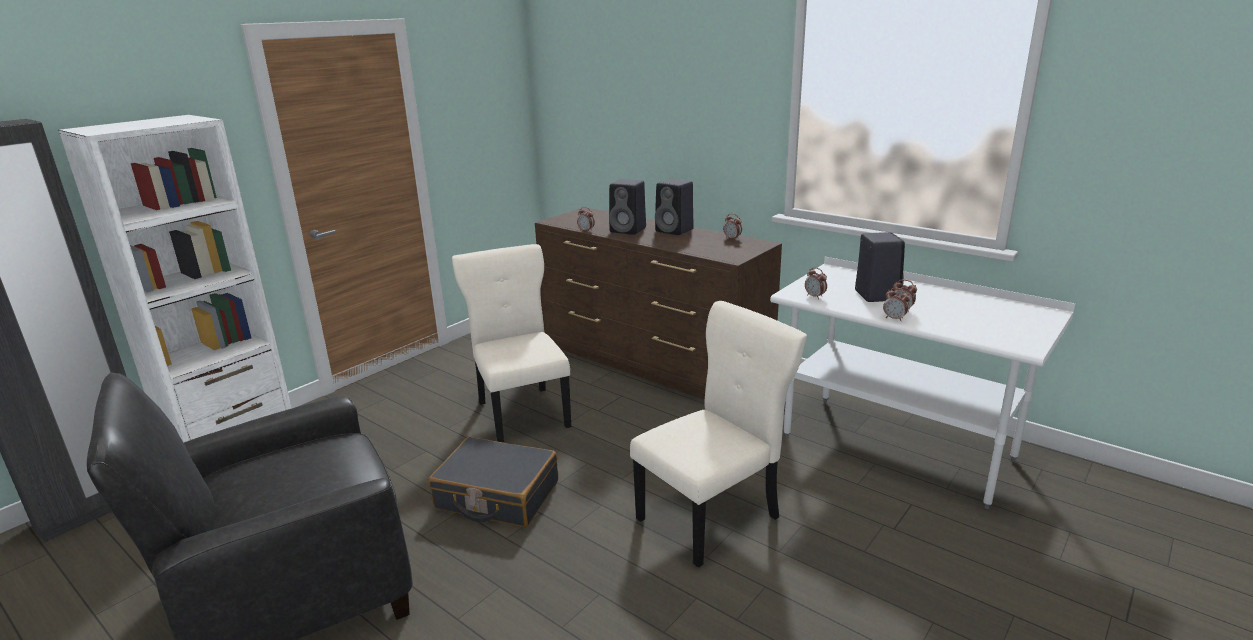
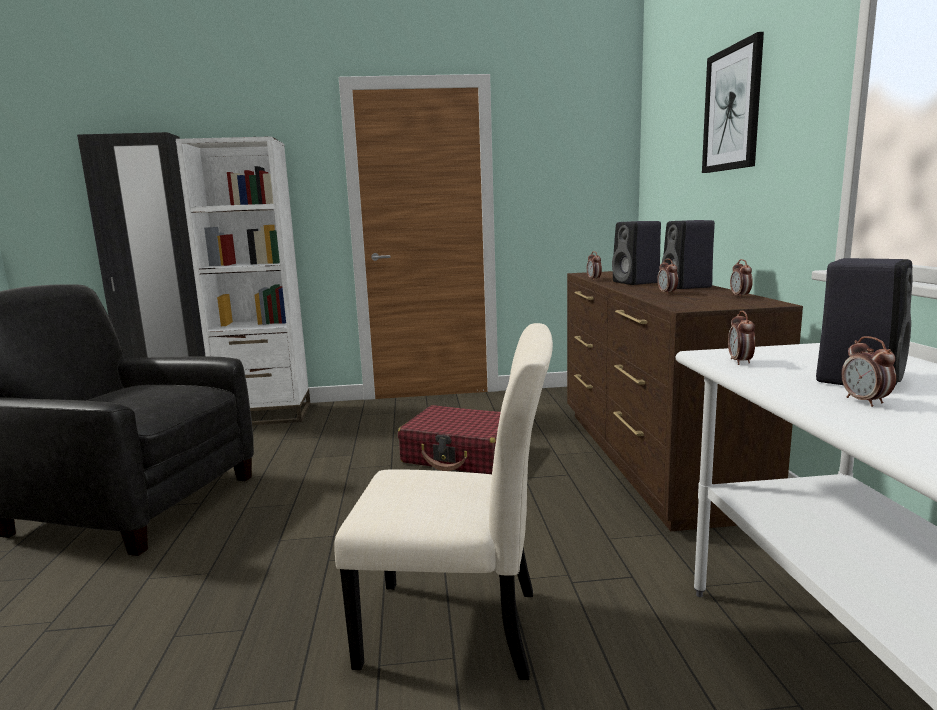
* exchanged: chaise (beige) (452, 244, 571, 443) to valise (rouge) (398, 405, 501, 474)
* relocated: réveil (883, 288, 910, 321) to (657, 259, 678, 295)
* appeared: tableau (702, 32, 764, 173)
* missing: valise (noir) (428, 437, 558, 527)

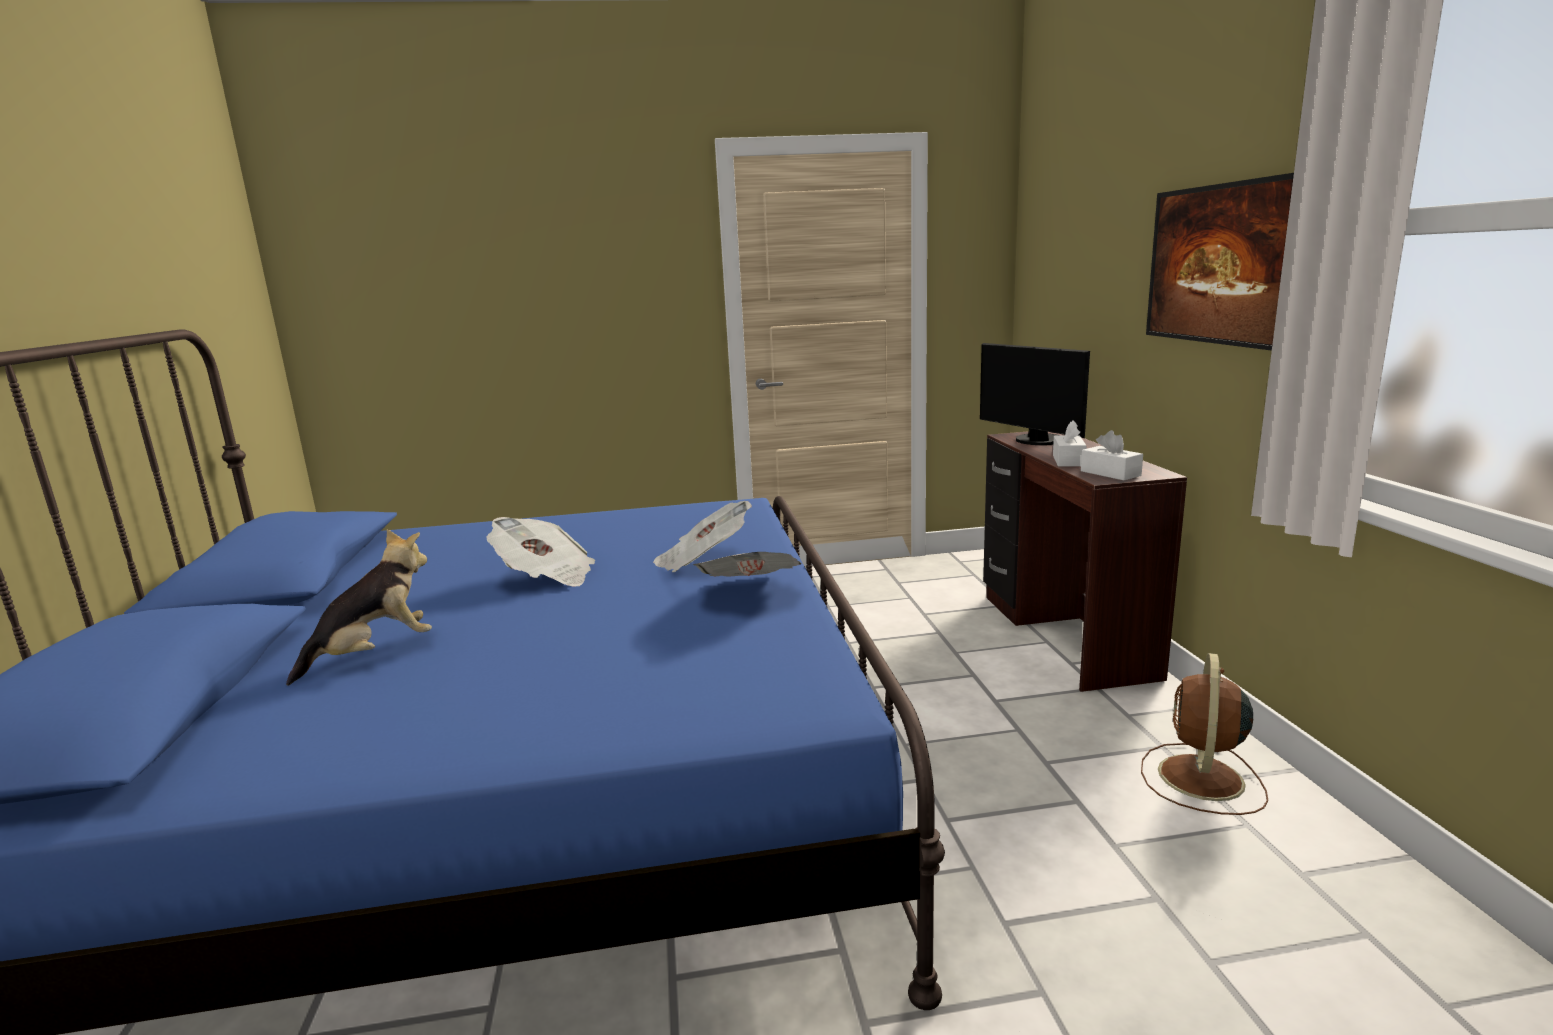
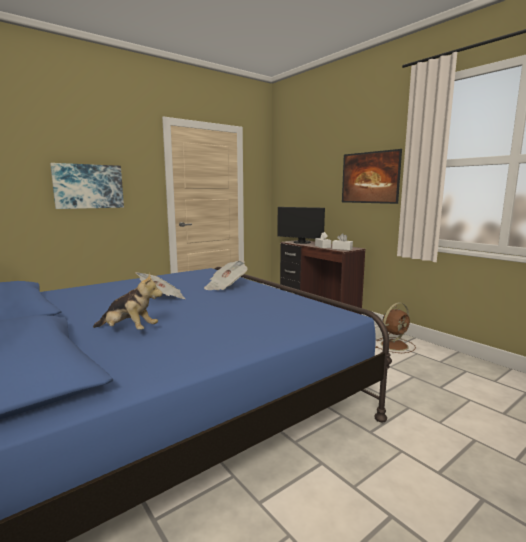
* appeared: tableau (50, 163, 124, 209)
* spun: peluche (286, 529, 432, 686) = (93, 273, 163, 330) 90 degrees clockwise
* spun: ventilateur (marron) (1141, 653, 1268, 815) = (376, 302, 416, 353) 120 degrees counterclockwise
* missing: journal (693, 552, 802, 577)

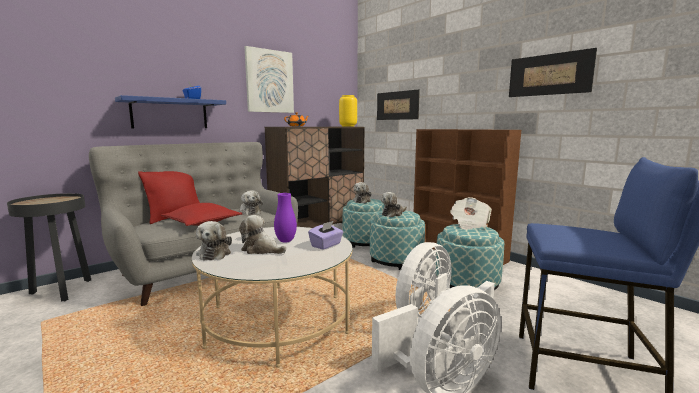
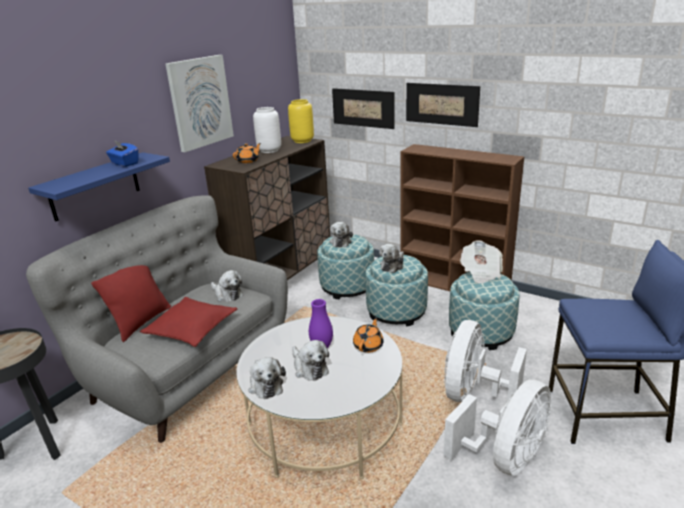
* appeared: vase (blanc) (253, 107, 281, 153)
* spun: peluche (239, 215, 286, 254) = (292, 340, 329, 381) 135 degrees counterclockwise
* exchanged: boîte à mouchoirs (violet) (308, 221, 343, 250) to théière (orange) (353, 317, 384, 353)
* relocated: tableau (509, 48, 597, 97) to (406, 83, 480, 127)

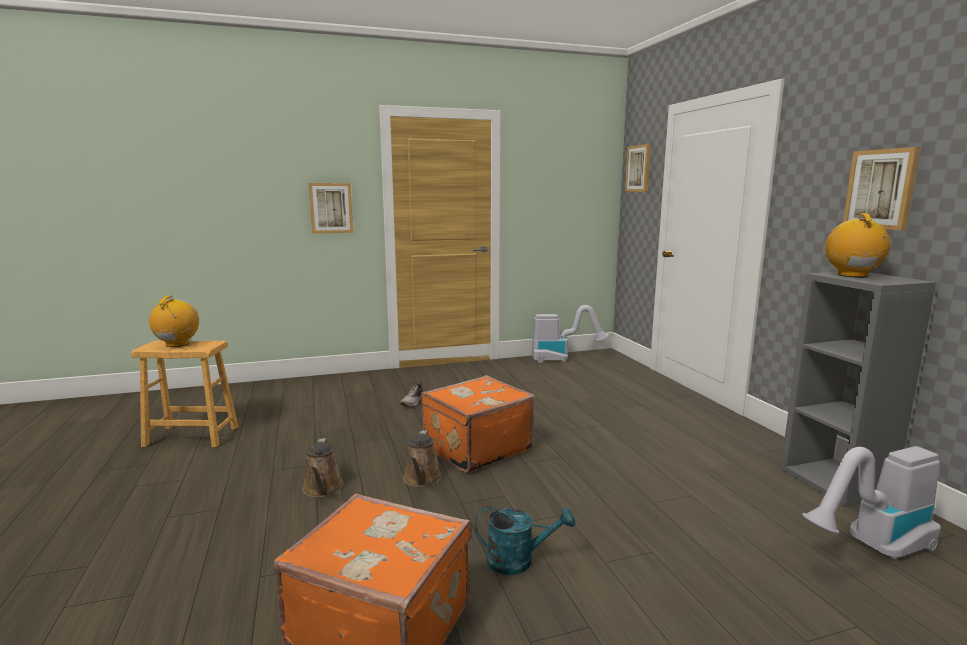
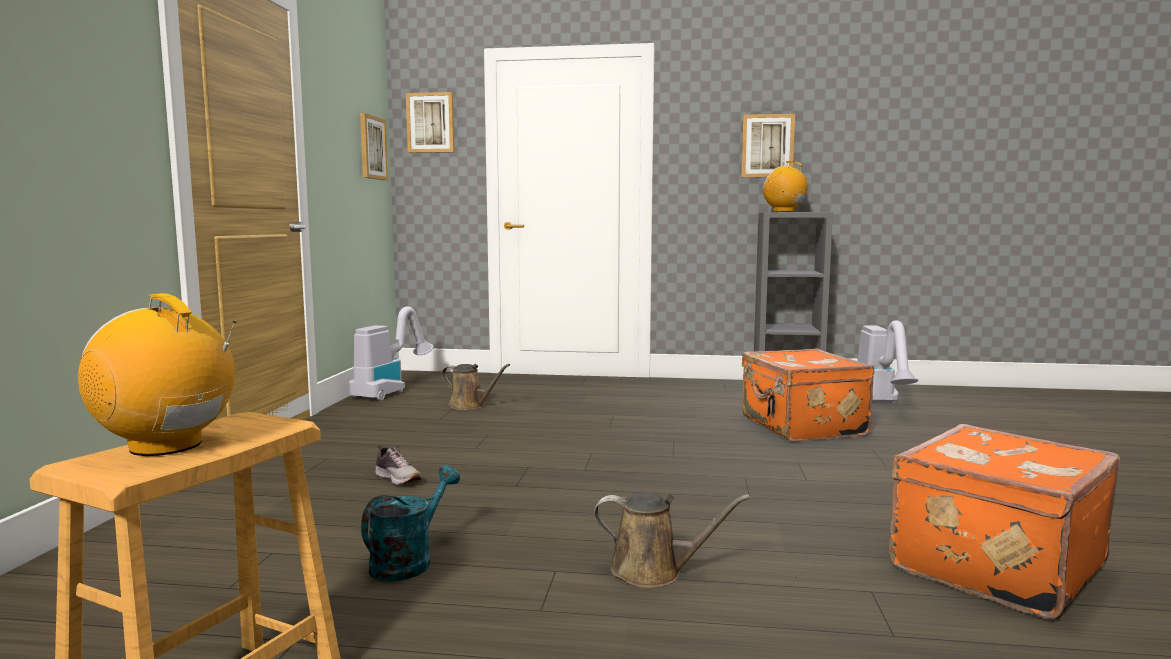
* relocated: tableau (309, 183, 353, 234) to (360, 113, 388, 180)
* relocated: arrosoir (turquoise) (475, 506, 575, 575) to (361, 465, 460, 582)
* relocated: arrosoir (marron) (403, 430, 442, 487) to (442, 364, 510, 410)
* relocated: valise (orange) (421, 375, 535, 473) to (742, 349, 875, 442)

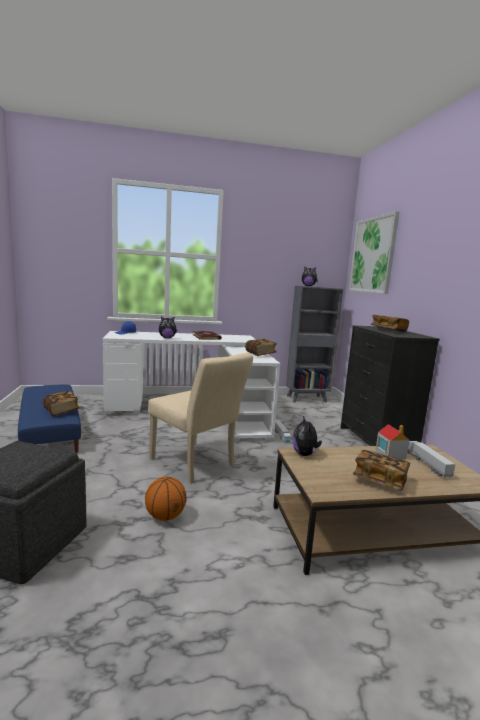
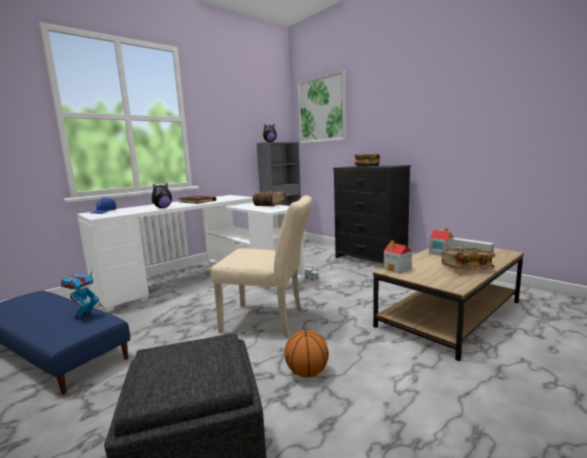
* exchanged: livre (43, 391, 79, 416) to robot jouet (61, 267, 99, 320)
* exchanged: peluche (292, 416, 322, 456) to maison miniature (384, 240, 412, 274)

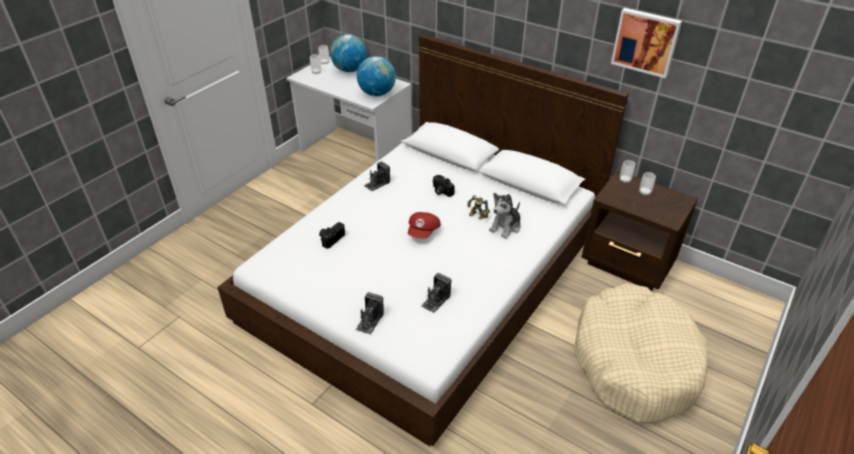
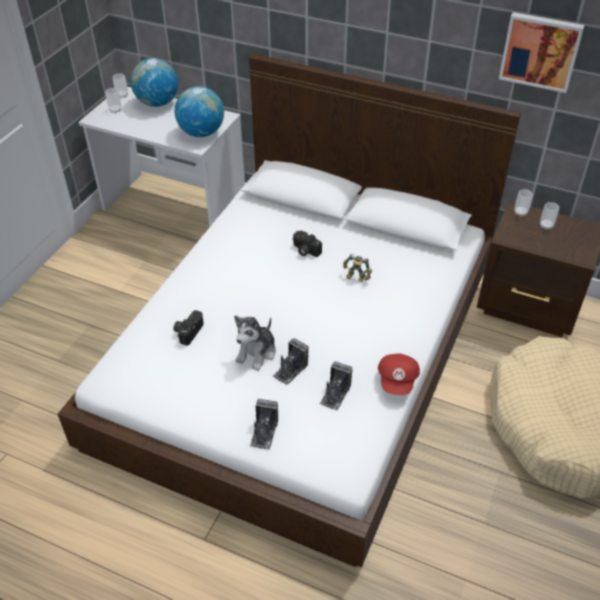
* relocated: peluche (489, 193, 521, 239) to (234, 315, 276, 371)
* relocated: appareil photo (364, 161, 390, 191) to (272, 338, 309, 385)
* relocated: casquette (rouge) (408, 212, 441, 238) to (378, 354, 420, 395)

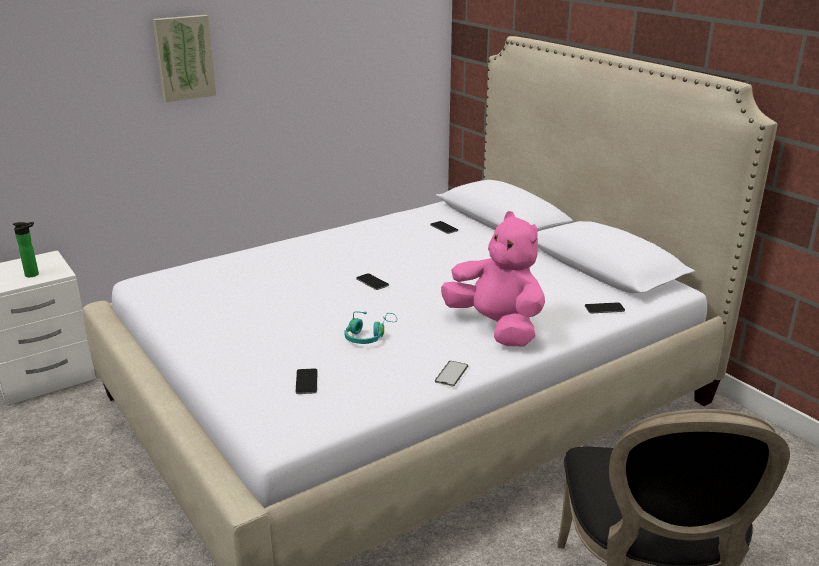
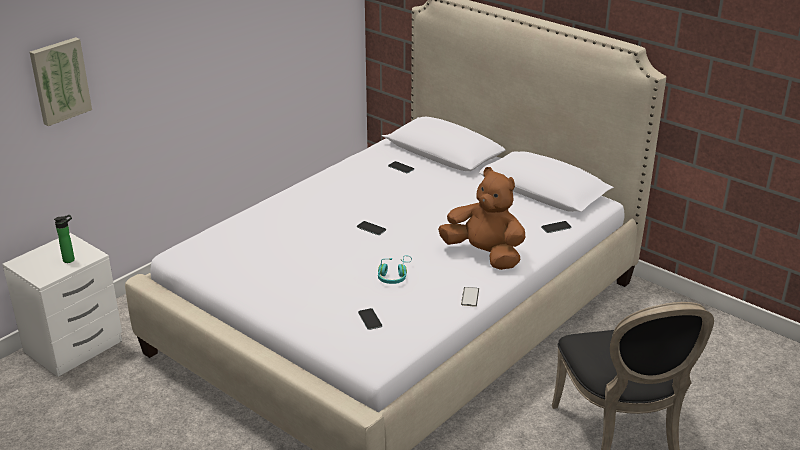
* relocated: tableau (153, 15, 216, 102) to (30, 37, 92, 126)
* colour: peluche (rose) (441, 211, 545, 346) to peluche (marron) (438, 167, 525, 270)

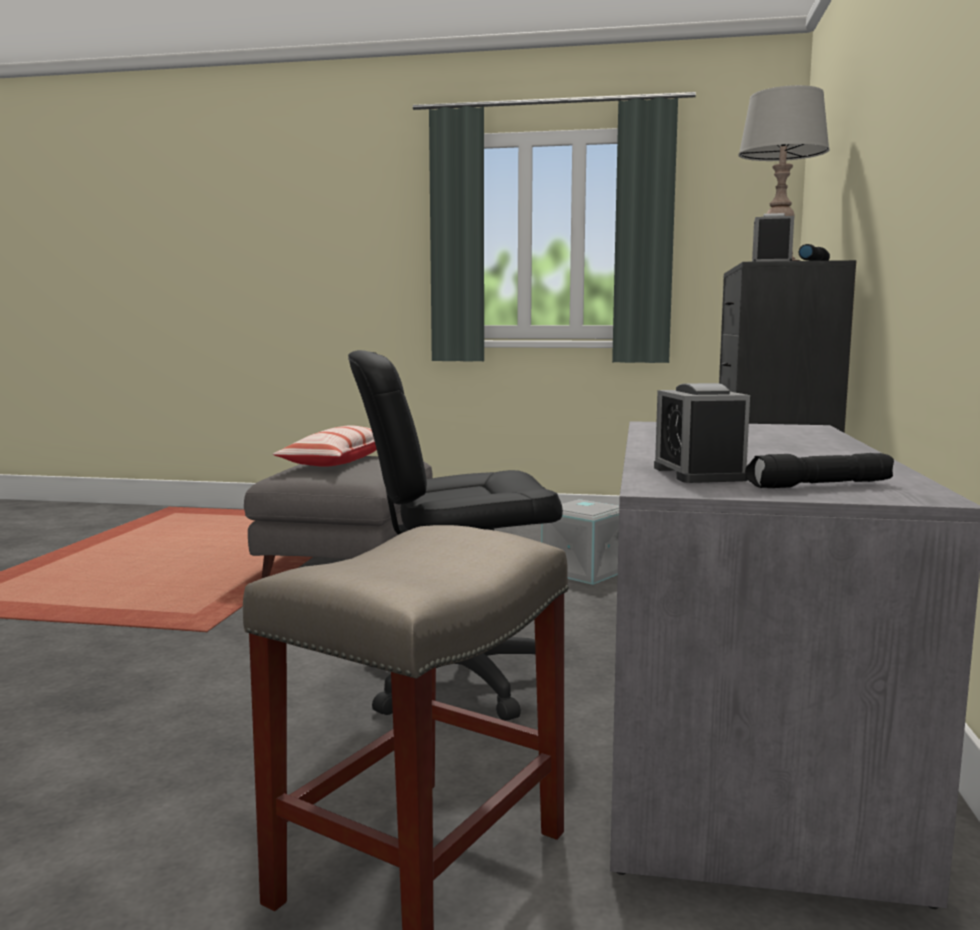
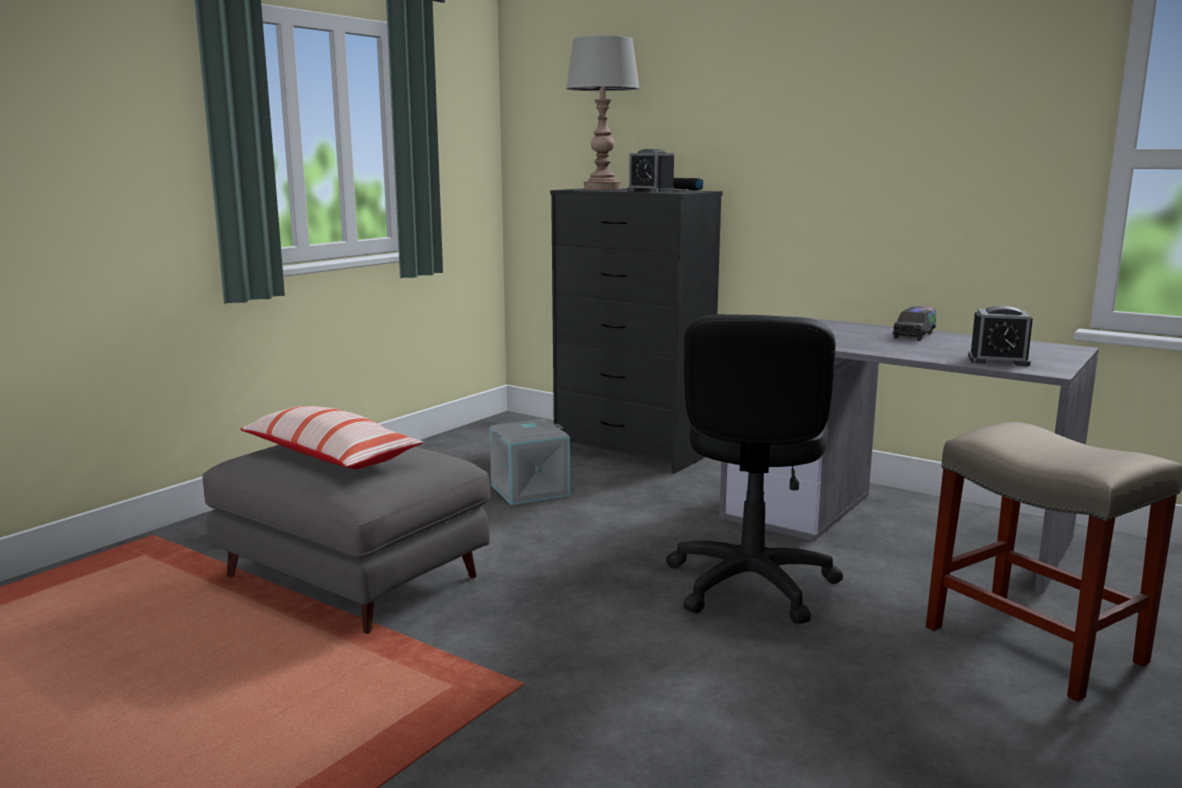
* appeared: camion jouet (892, 306, 936, 341)
* missing: lampe de poche (noir) (745, 453, 894, 488)

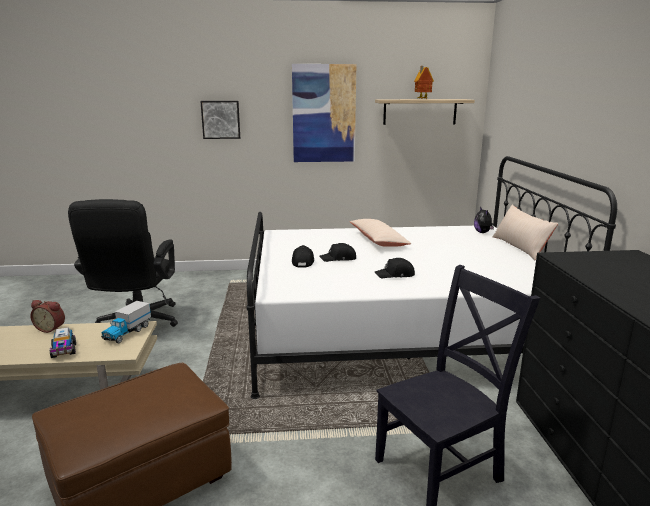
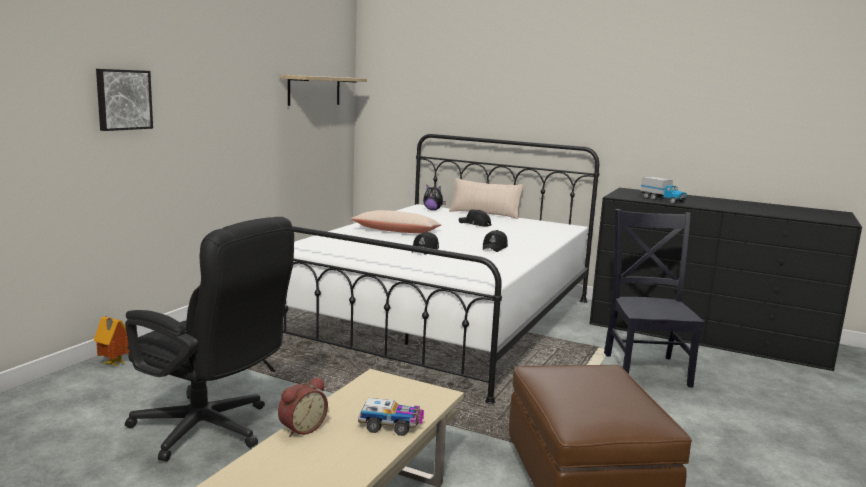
* relocated: maison miniature (414, 66, 434, 99) to (94, 316, 130, 367)
* relocated: casquette (noir) (292, 245, 314, 268) to (459, 209, 491, 226)
* relocated: camion jouet (101, 301, 151, 343) to (640, 176, 687, 204)
* missing: tableau (292, 64, 356, 162)

